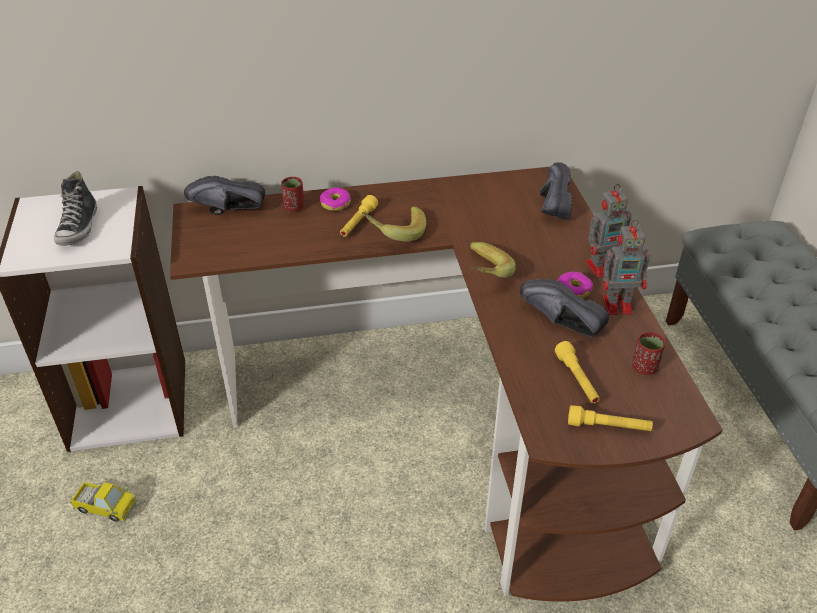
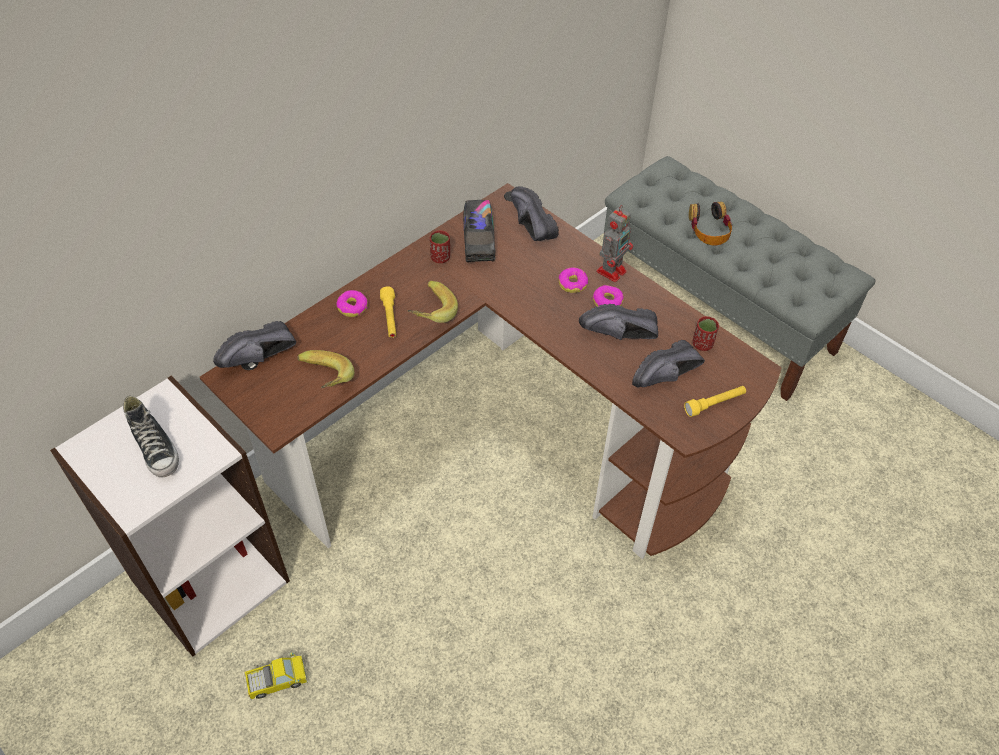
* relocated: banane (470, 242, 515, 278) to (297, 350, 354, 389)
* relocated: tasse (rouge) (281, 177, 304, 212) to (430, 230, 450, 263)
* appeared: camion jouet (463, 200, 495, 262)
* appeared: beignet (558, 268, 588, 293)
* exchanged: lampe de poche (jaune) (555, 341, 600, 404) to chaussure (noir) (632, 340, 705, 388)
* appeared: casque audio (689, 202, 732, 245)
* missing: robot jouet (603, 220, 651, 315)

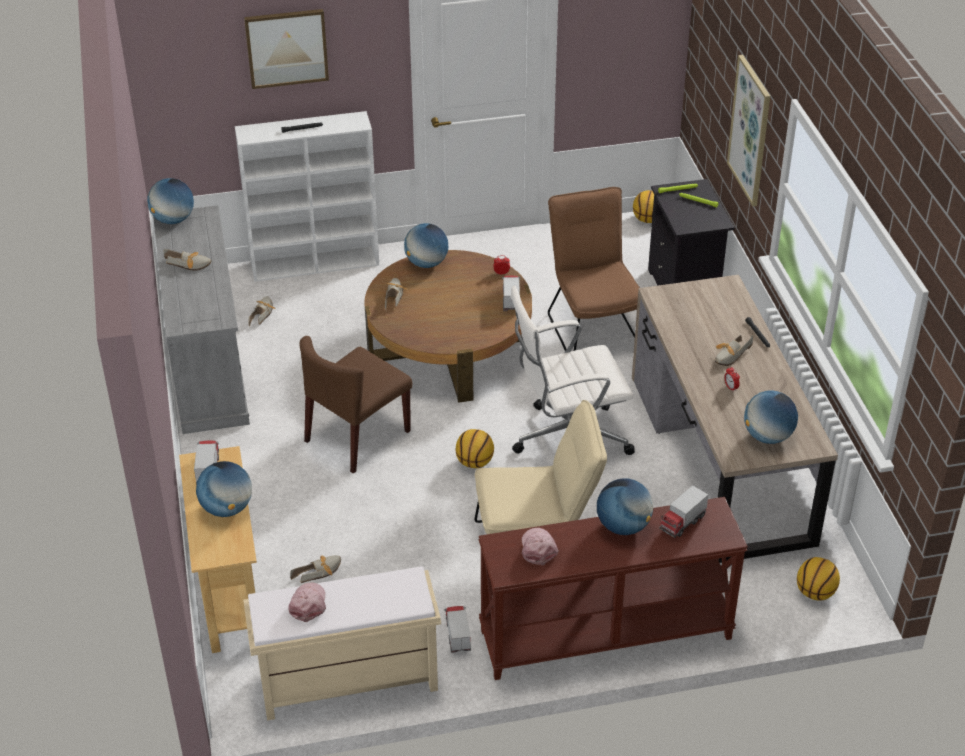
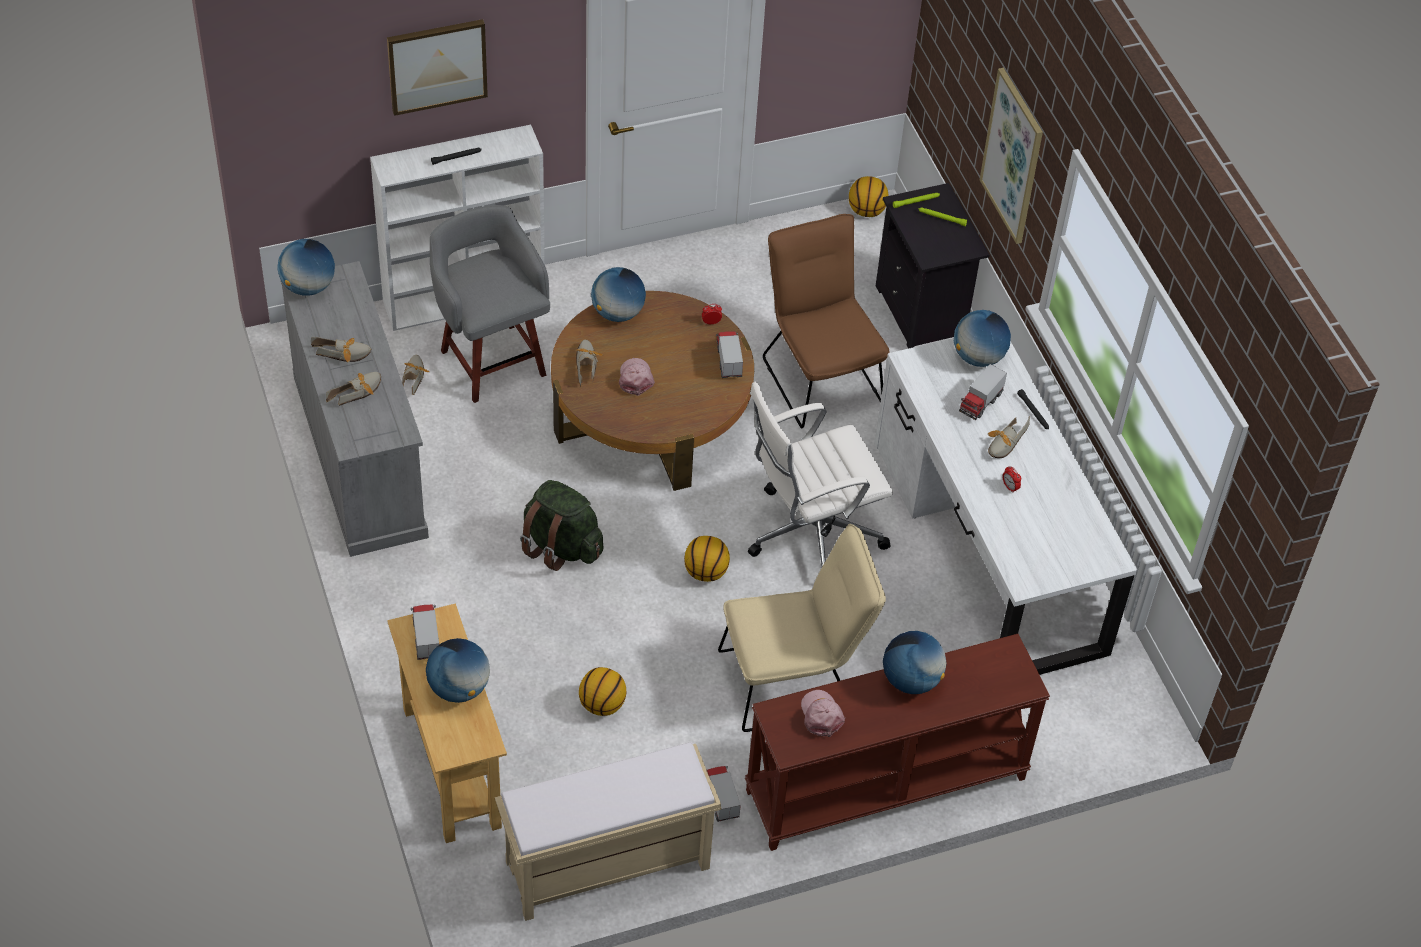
* relocated: chaussure (290, 555, 341, 583) to (326, 372, 381, 406)
* appeared: tabouret (gris) (430, 205, 550, 403)
* exchanged: chaise (marron) (299, 336, 412, 474) to sac à dos (vert) (520, 480, 604, 571)
* relocated: ballon de basket (797, 557, 840, 600) to (579, 667, 627, 716)
* relocated: casquette (rose) (288, 582, 326, 622) to (619, 358, 655, 396)
* colour: bureau (marron) (632, 275, 838, 563) to bureau (blanc) (874, 338, 1137, 675)
* relocated: globe (744, 390, 798, 444) to (954, 310, 1011, 367)
* relocated: camion jouet (659, 485, 709, 538) to (959, 364, 1007, 420)

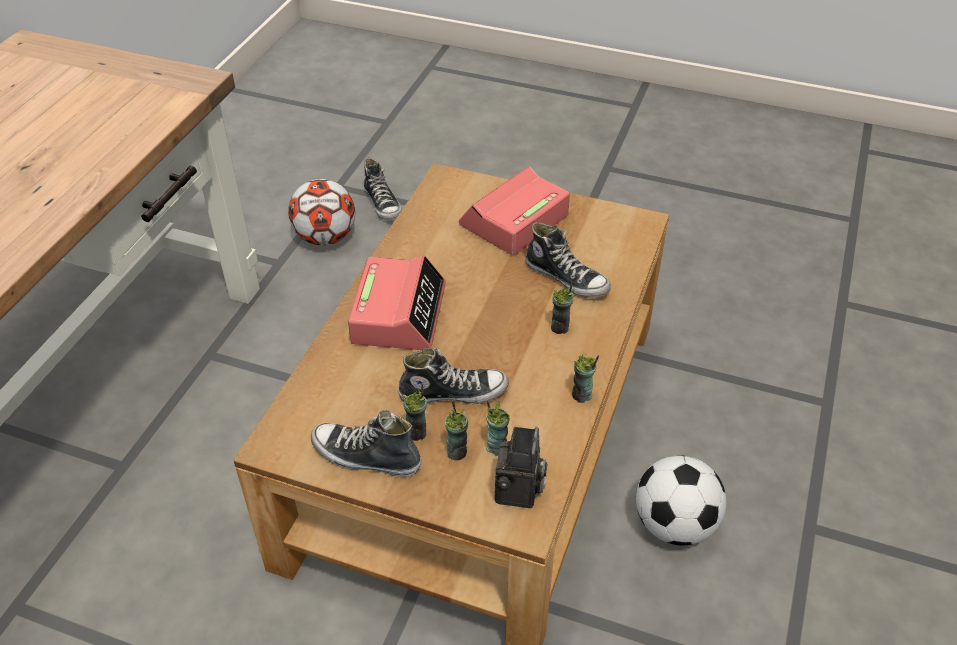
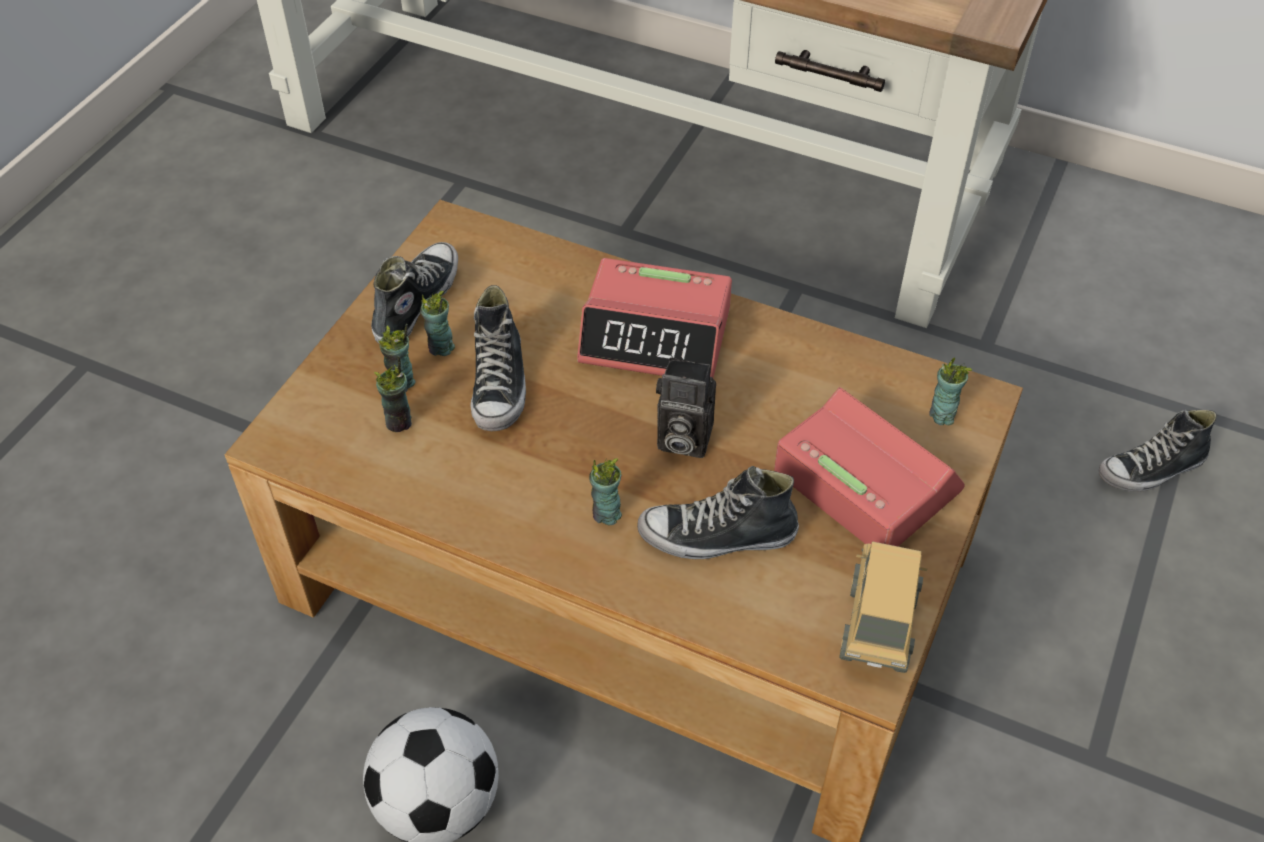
* spun: chaussure (525, 222, 611, 298) = (637, 466, 799, 559) 45 degrees clockwise
* relocated: appareil photo (495, 427, 548, 508) to (656, 358, 716, 458)
* appeared: camion jouet (839, 541, 927, 673)
* relocated: tasse (572, 352, 599, 403) to (929, 357, 973, 425)
* missing: ballon de foot (288, 179, 355, 245)

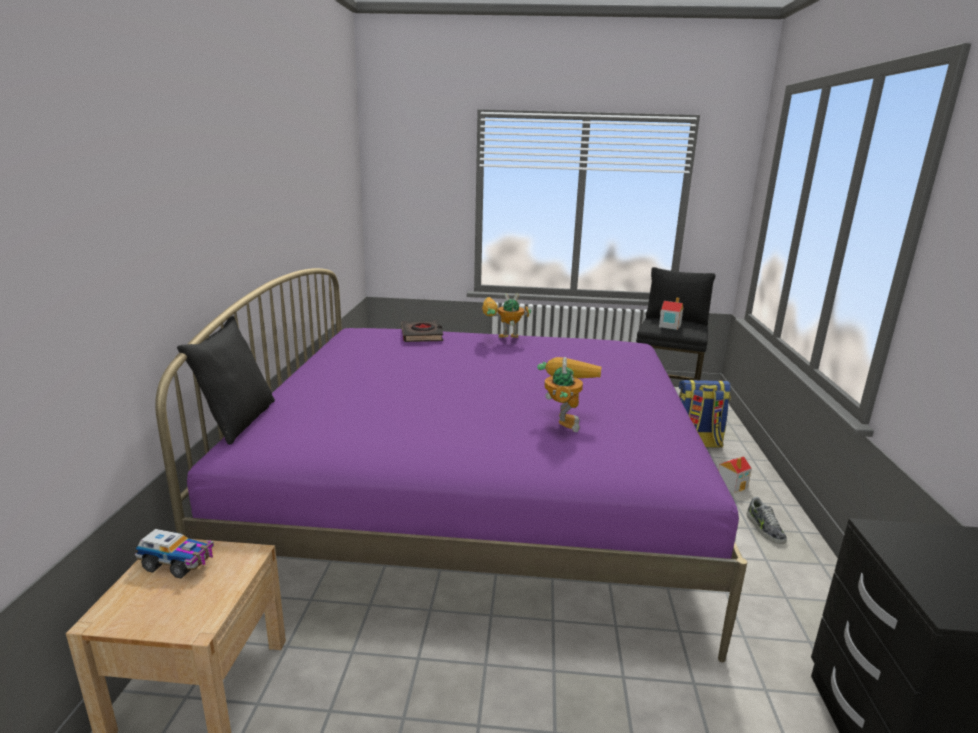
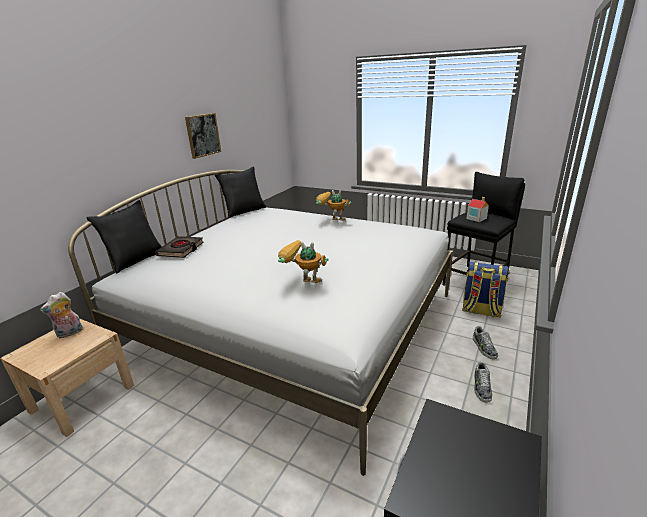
* exchanged: camion jouet (135, 529, 214, 579) to peluche (40, 292, 83, 339)
* colour: lit (violet) (155, 268, 747, 662) to lit (blanc) (68, 170, 453, 476)
* relocated: livre (noir) (401, 320, 443, 342) to (155, 236, 203, 258)
* appeared: tableau (185, 113, 221, 159)
* appeared: coussin (noir) (215, 166, 266, 218)
* spun: robot jouet (537, 357, 602, 432) = (278, 240, 329, 283) 105 degrees counterclockwise
* exchanged: maison miniature (718, 456, 752, 493) to chaussure (473, 326, 498, 359)

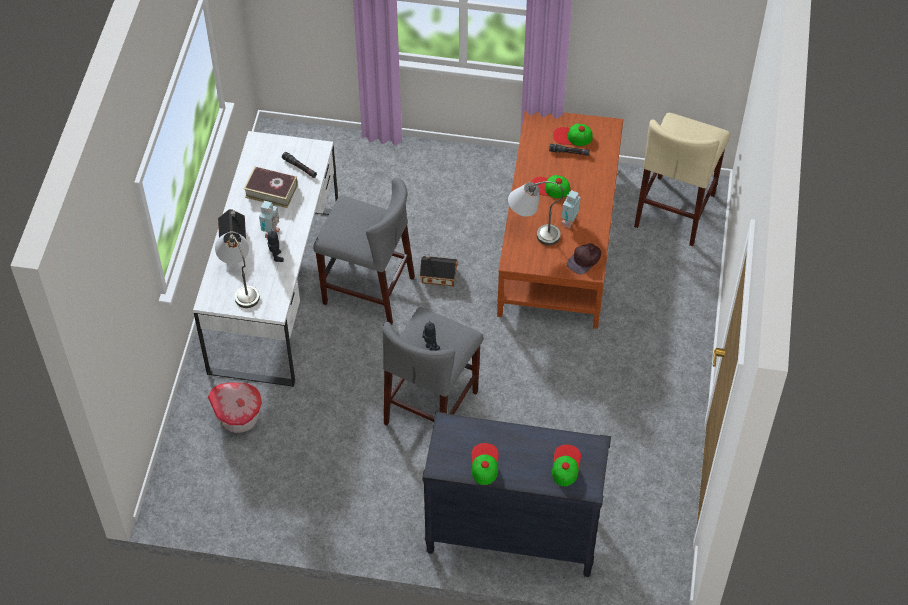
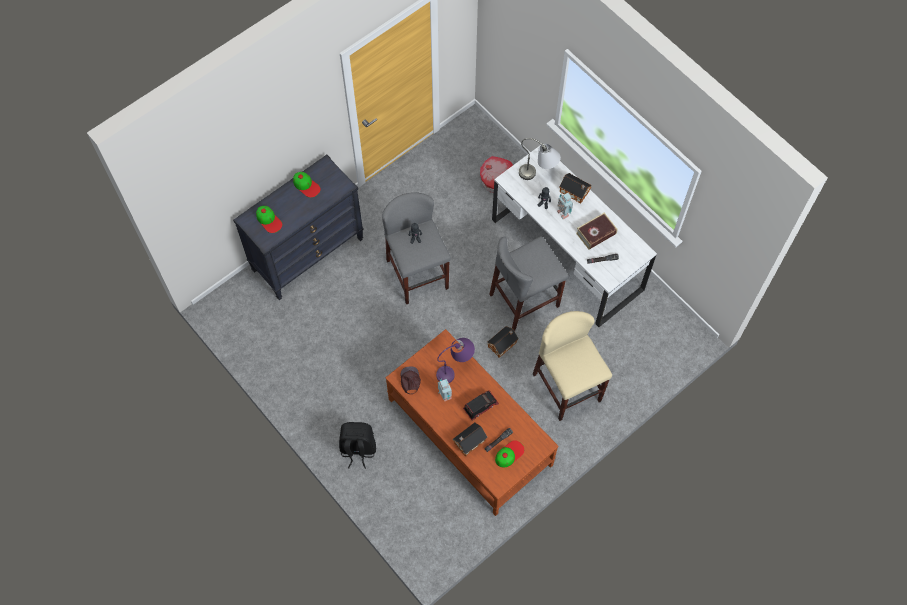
* appeared: sac à dos (noir) (339, 422, 376, 469)
* colour: lampe de table (gris) (508, 181, 564, 245) to lampe de table (violet) (436, 338, 475, 383)
* appeared: maison miniature (453, 422, 488, 456)
* exchanged: casquette (531, 175, 570, 198) to camion jouet (463, 391, 499, 420)
* relocated: tabouret (beige) (634, 113, 730, 246) to (533, 311, 612, 421)

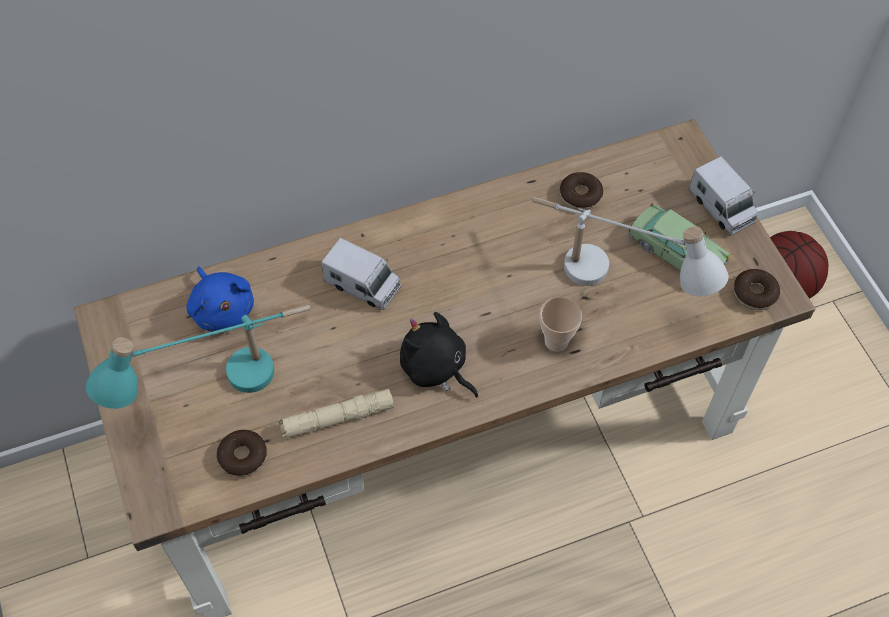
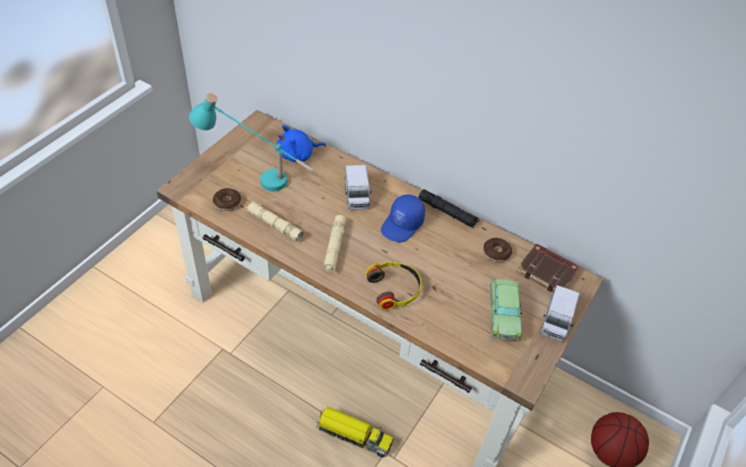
* spun: peluche (bleu) (187, 267, 254, 332) = (277, 125, 326, 162) 45 degrees clockwise
* appeared: camion jouet (316, 406, 393, 458)
* exchanged: peluche (noir) (400, 312, 478, 398) to lampe de poche (beige) (323, 215, 346, 272)
* exchanged: tasse (540, 297, 582, 352) to casque audio (366, 262, 421, 310)
* appeared: casquette (bleu) (381, 194, 425, 242)
* appeared: lampe de poche (noir) (418, 189, 479, 228)
* appeared: livre (marron) (516, 244, 580, 292)
* missing: lampe de table (blanc) (532, 197, 729, 296)
* missing: beignet (733, 269, 780, 310)

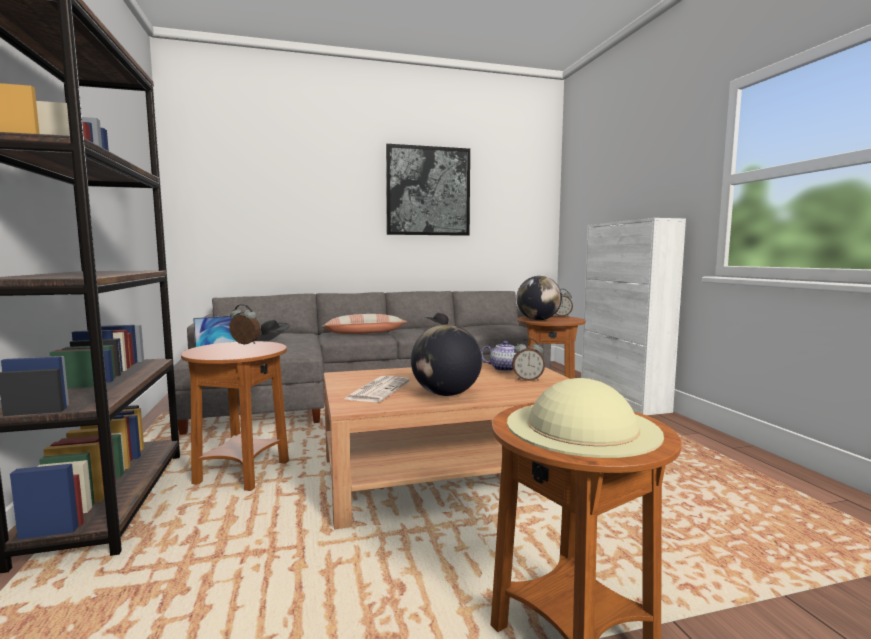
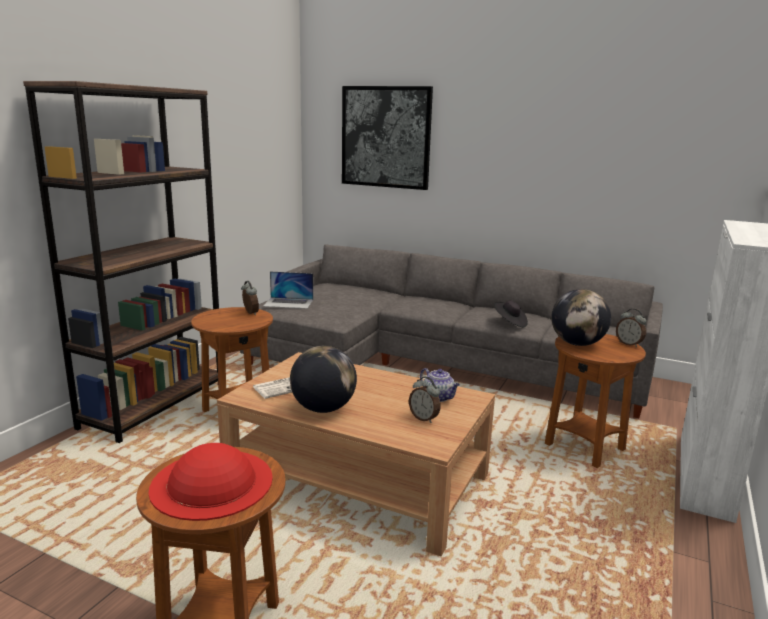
* colour: chapeau (beige) (507, 378, 664, 458) to chapeau (rouge) (148, 443, 273, 521)
* relocated: tableau (385, 144, 470, 236) to (342, 86, 433, 190)
* missing: chapeau (noir) (256, 320, 290, 342)
* missing: coussin (322, 314, 407, 334)

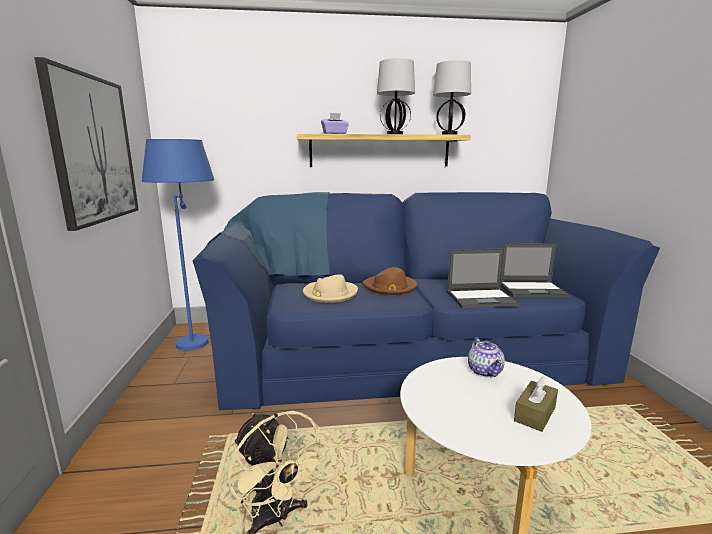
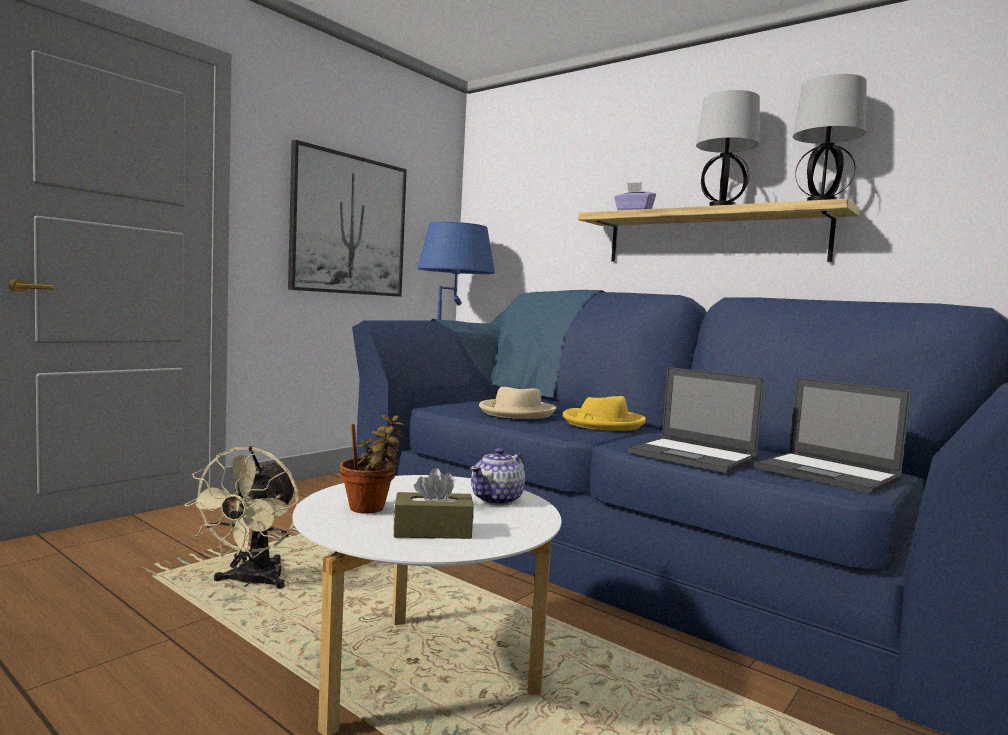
* appeared: plante en pot (340, 415, 404, 514)
* colour: chapeau (marron) (362, 267, 417, 295) to chapeau (jaune) (563, 396, 646, 431)

